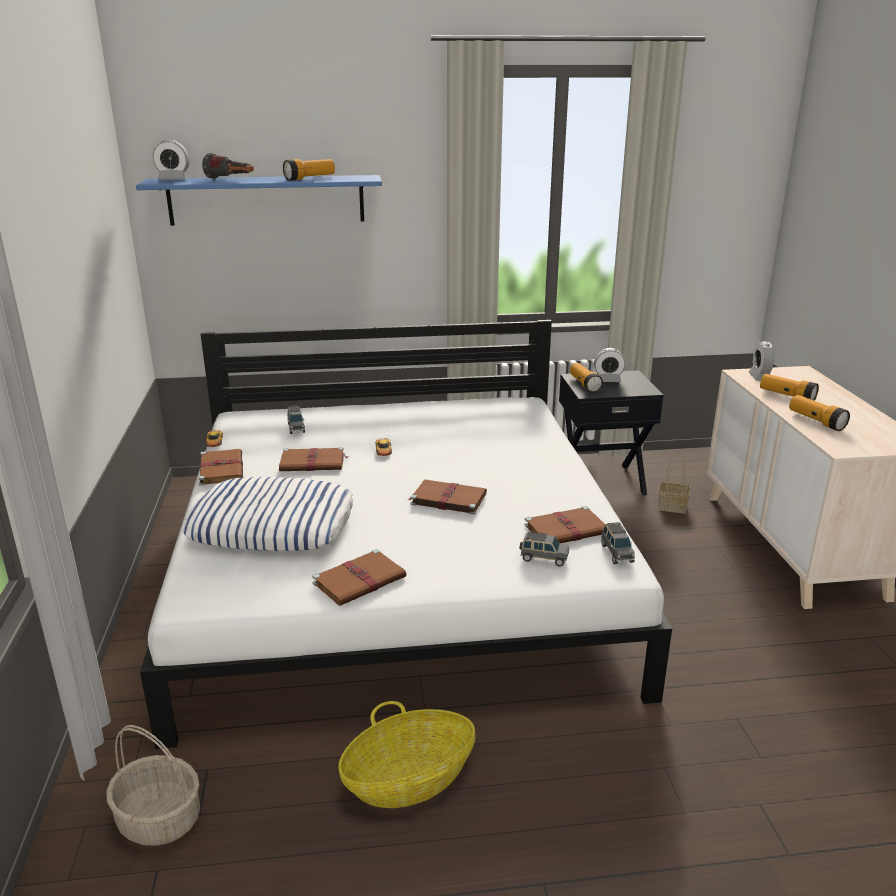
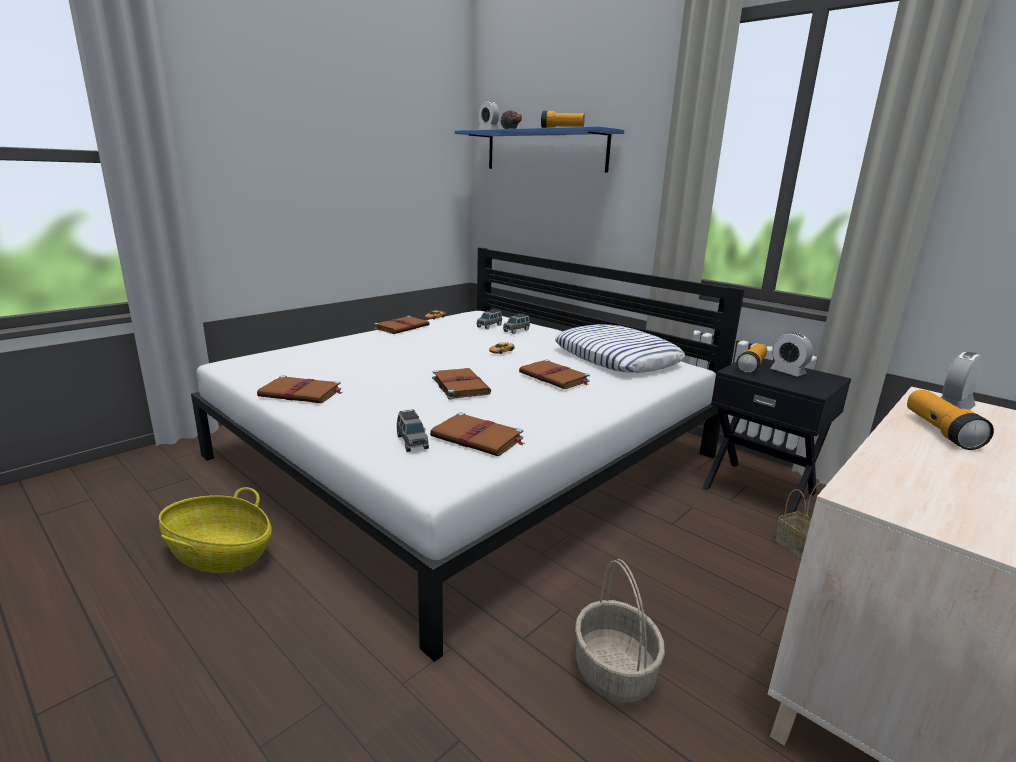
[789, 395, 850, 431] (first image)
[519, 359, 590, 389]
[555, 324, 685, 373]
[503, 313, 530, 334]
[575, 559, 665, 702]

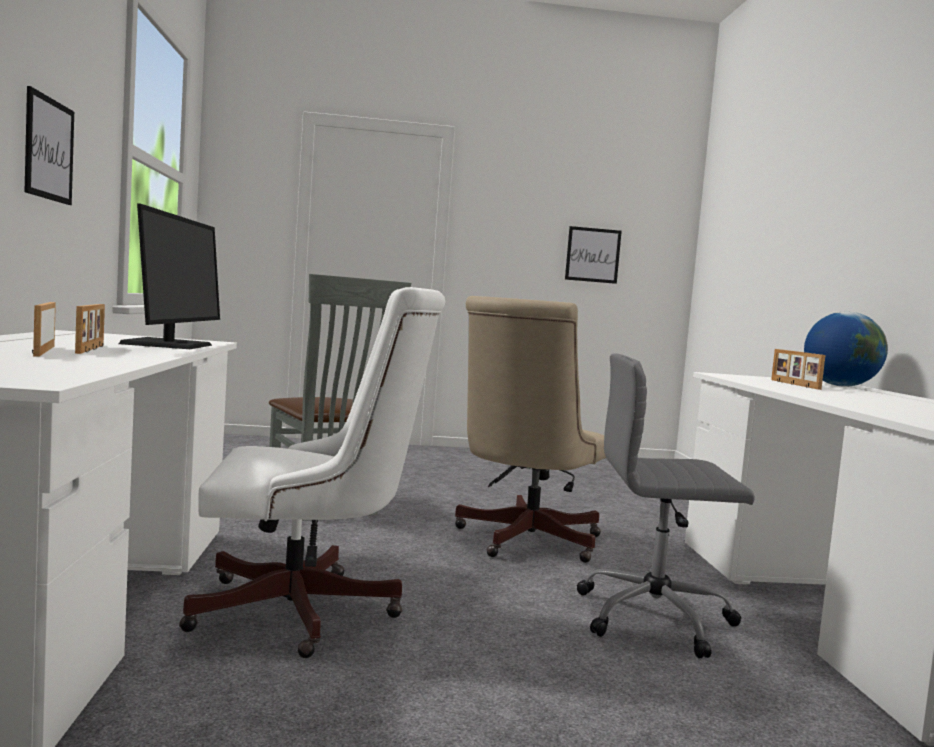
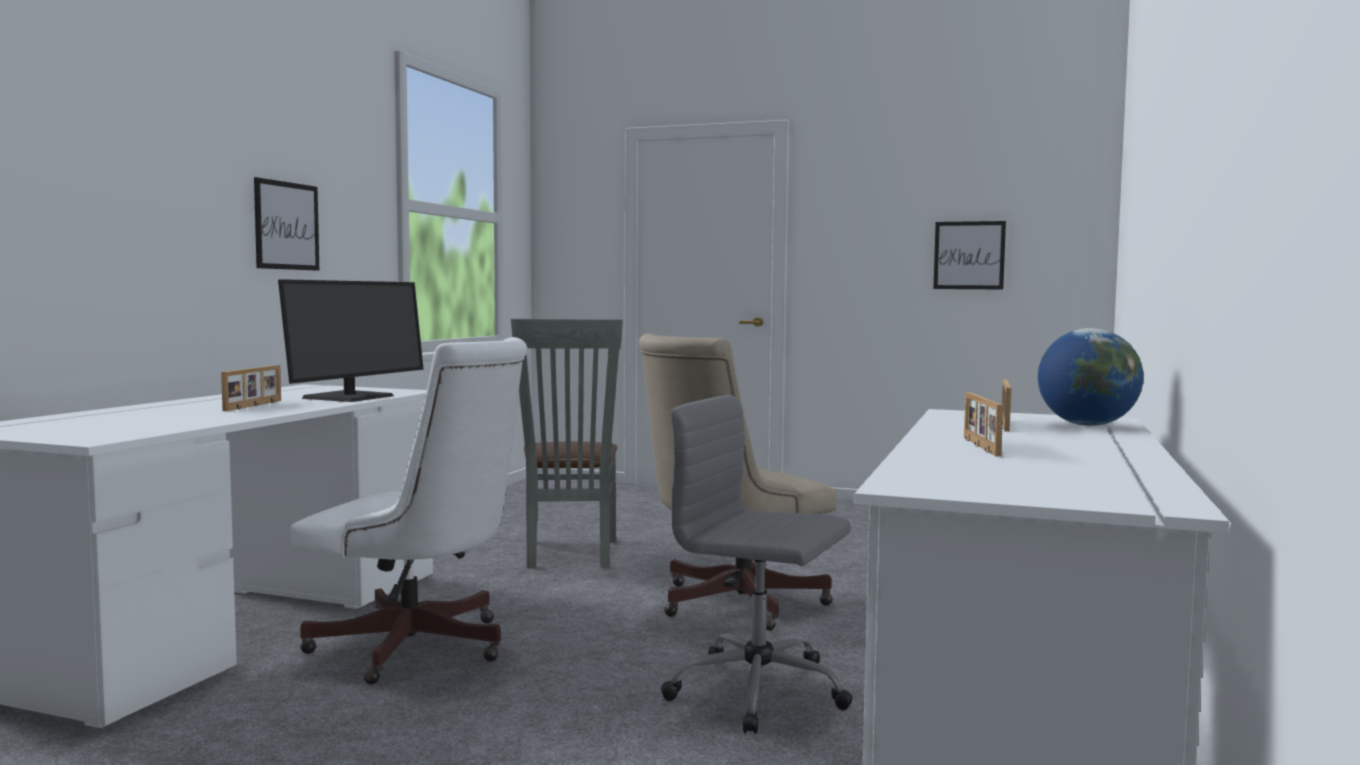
[964, 392, 1003, 457]

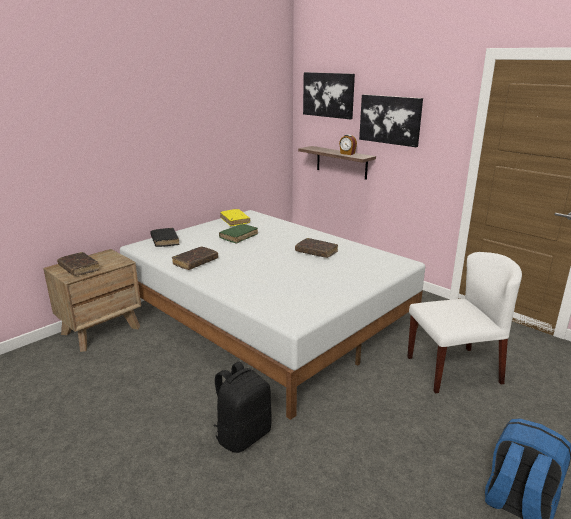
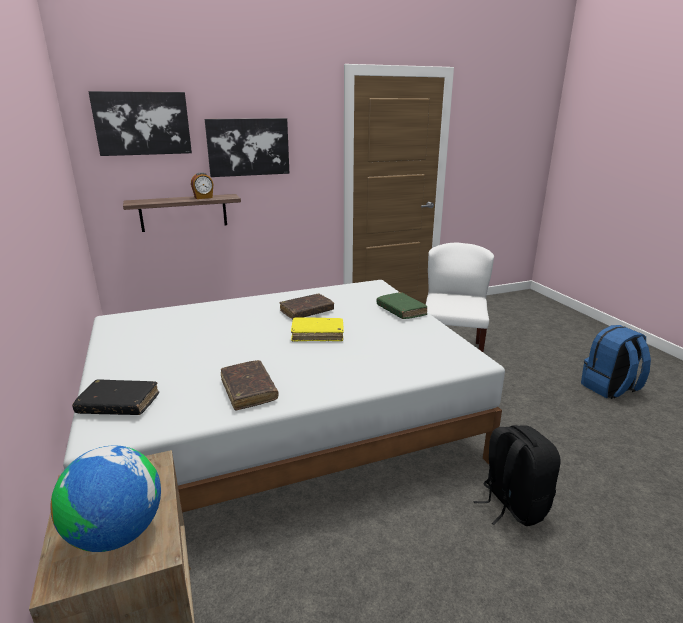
[291, 317, 344, 342]
[376, 292, 427, 319]
[50, 445, 161, 552]

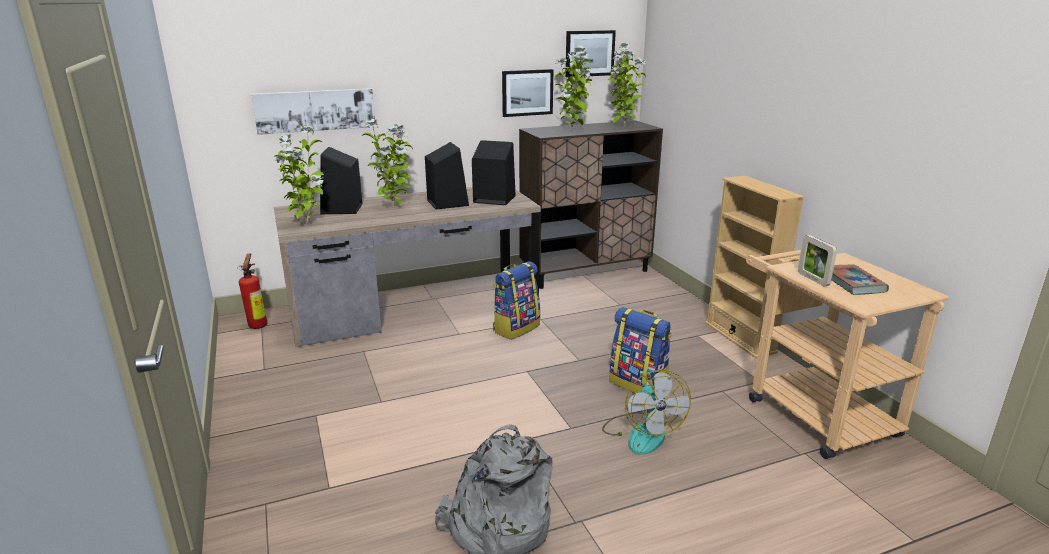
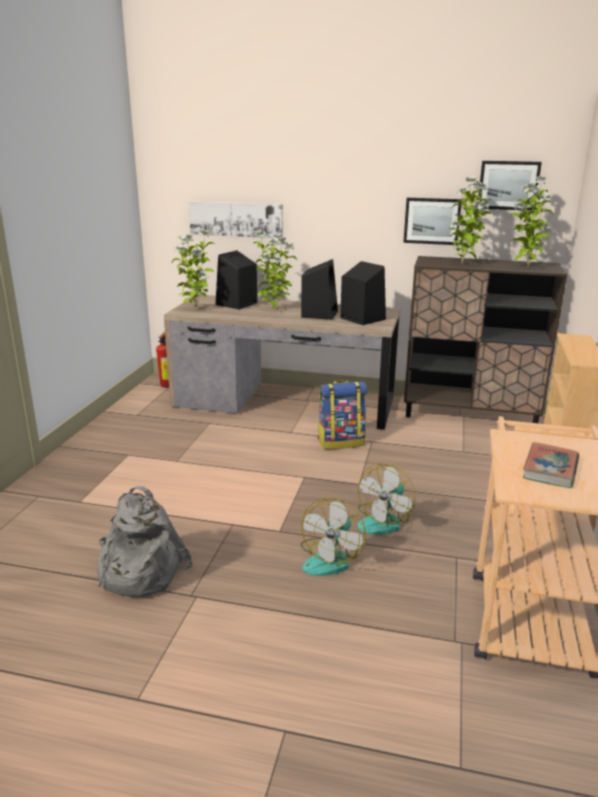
[798, 235, 837, 286] (first image)
[357, 463, 416, 534]

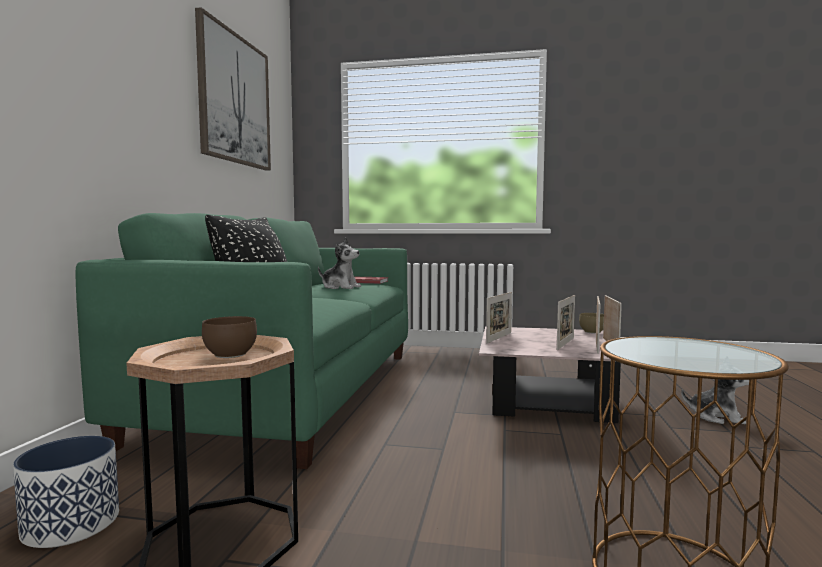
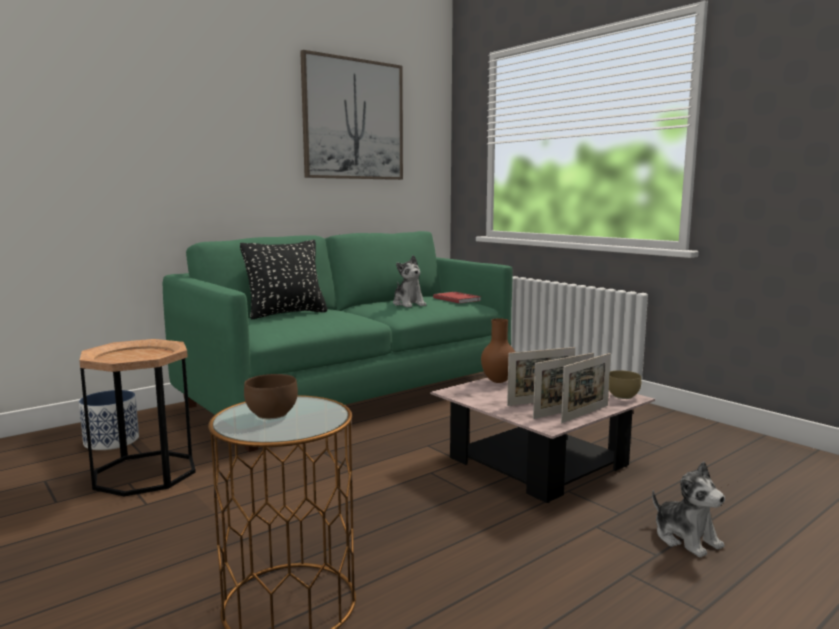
[481, 318, 515, 383]
[244, 374, 298, 419]

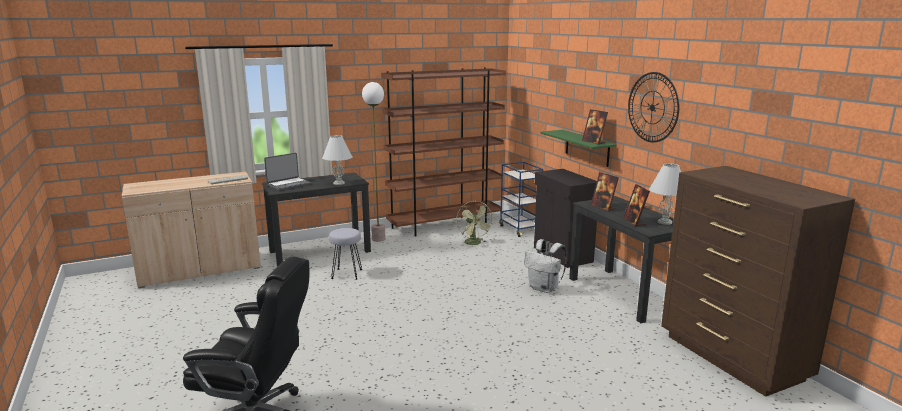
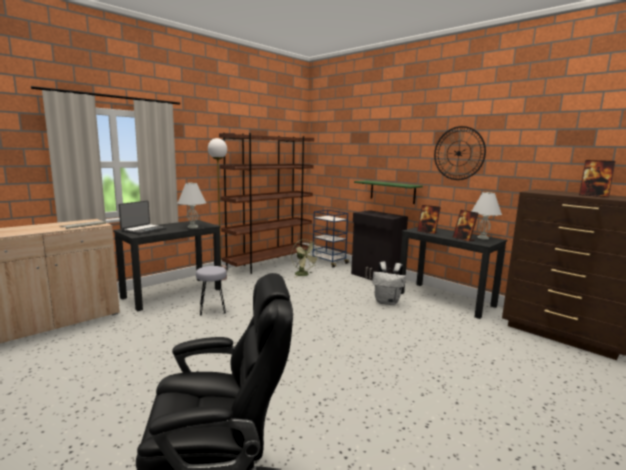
[579, 160, 616, 197]

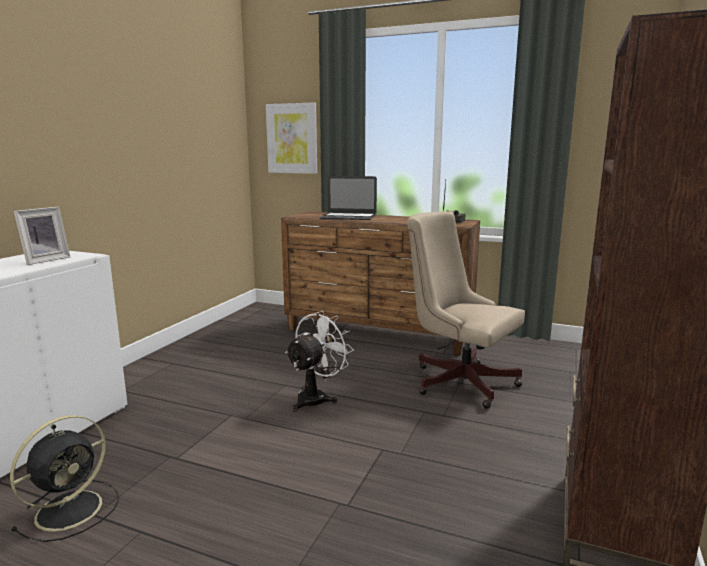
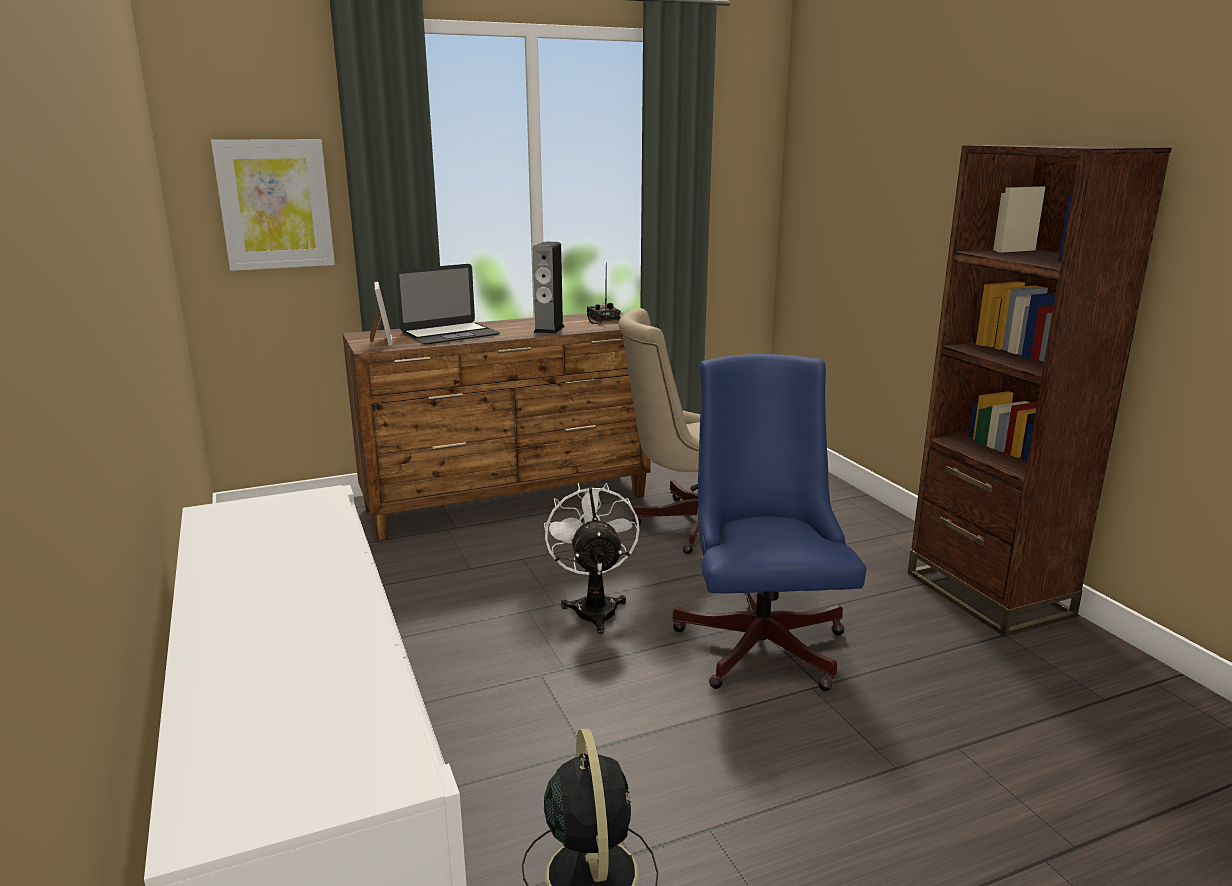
[370, 282, 393, 346]
[533, 241, 565, 334]
[673, 354, 866, 691]

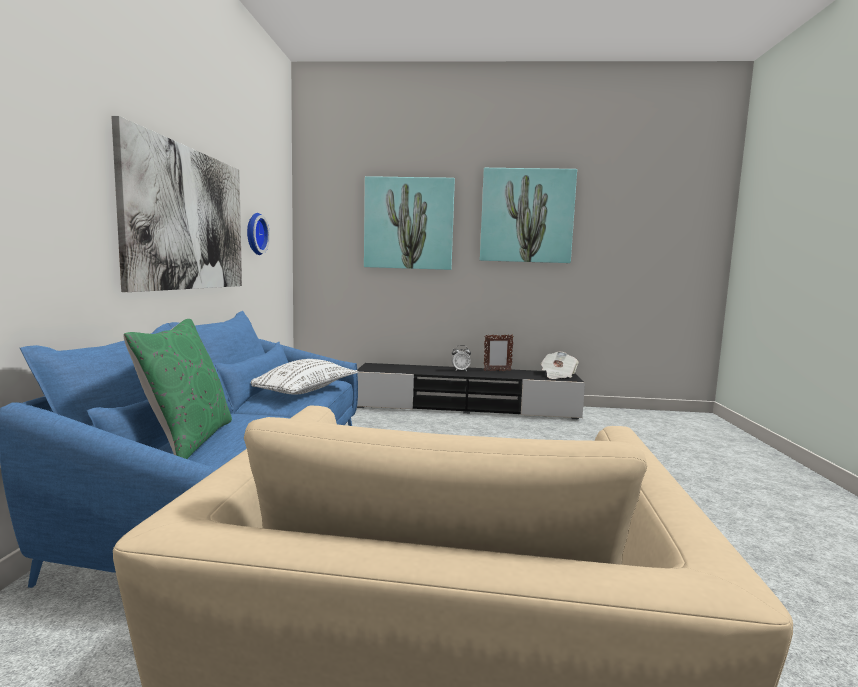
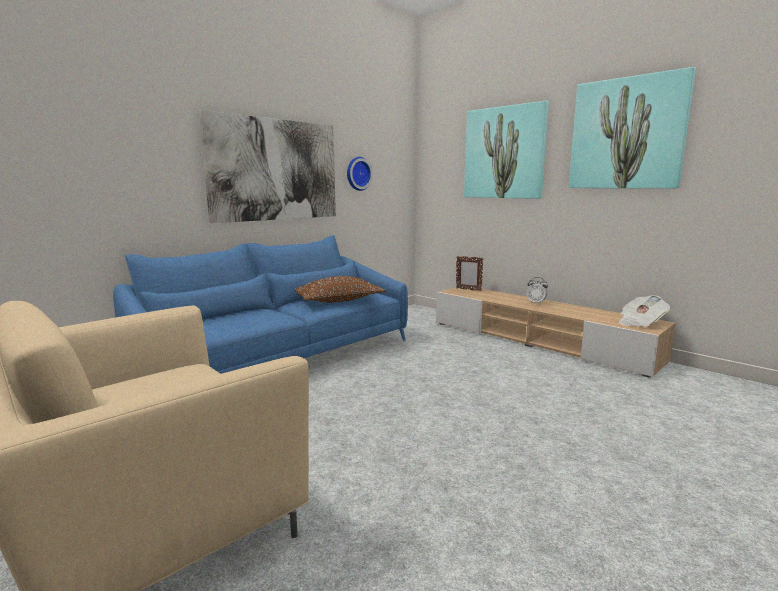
[123, 319, 232, 459] (first image)
[456, 256, 483, 291]
[295, 276, 386, 303]
[436, 286, 676, 378]

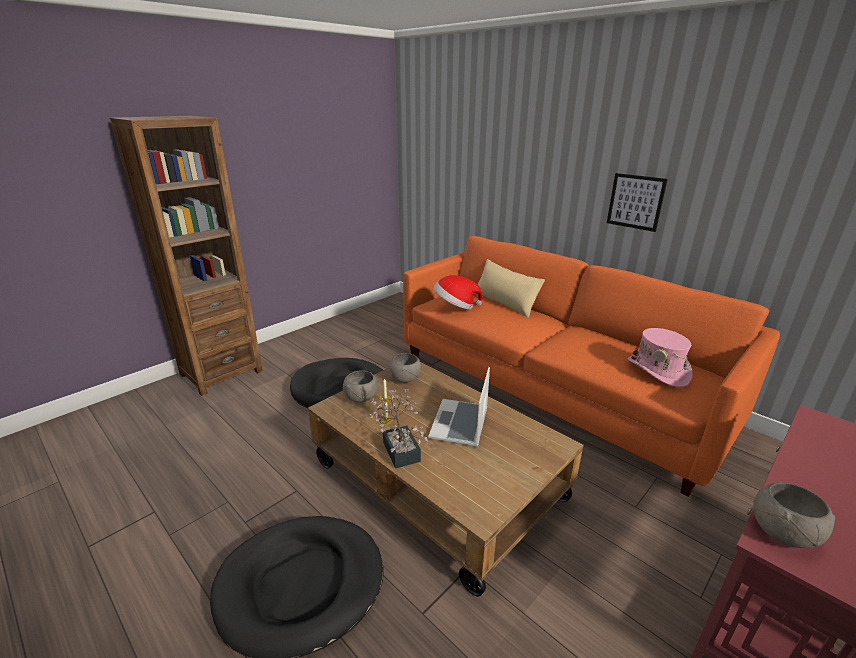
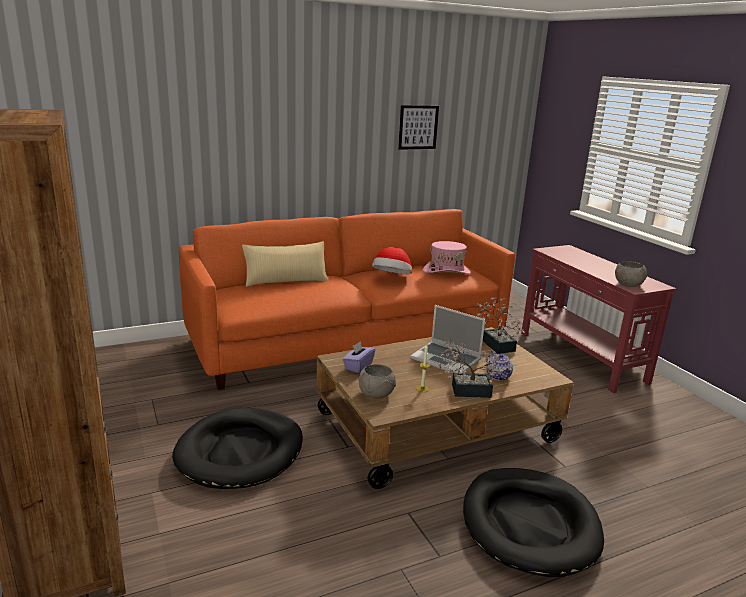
[398, 105, 439, 150]
[372, 247, 412, 274]
[343, 341, 375, 373]
[476, 297, 525, 354]
[486, 351, 513, 381]

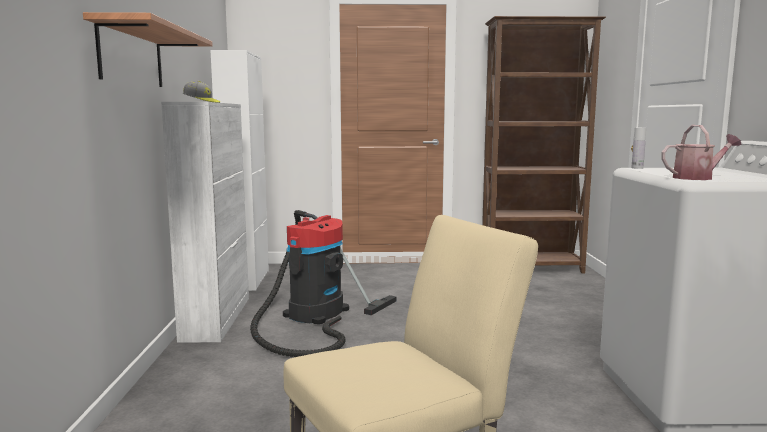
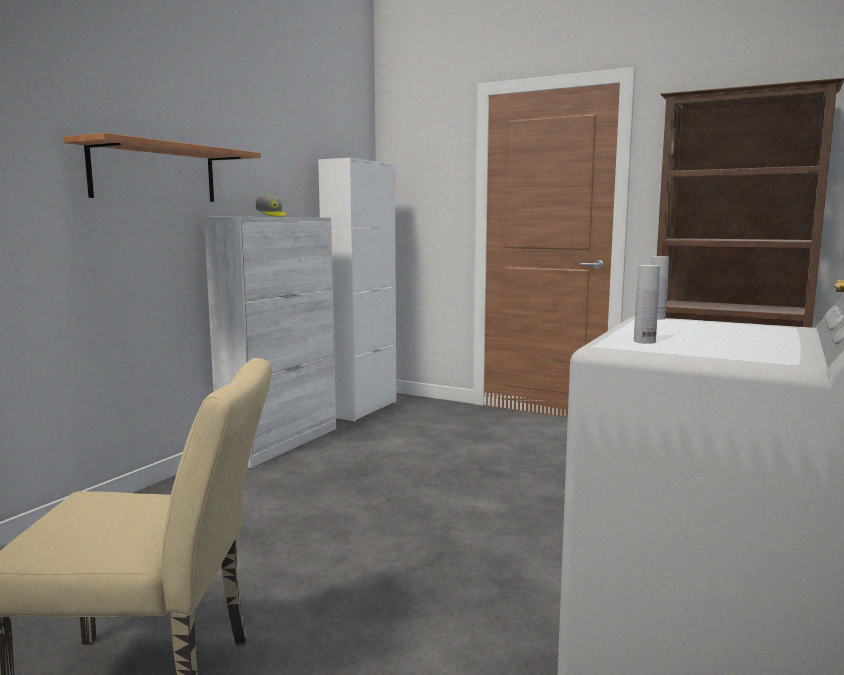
[634, 265, 660, 344]
[250, 210, 396, 357] (first image)

